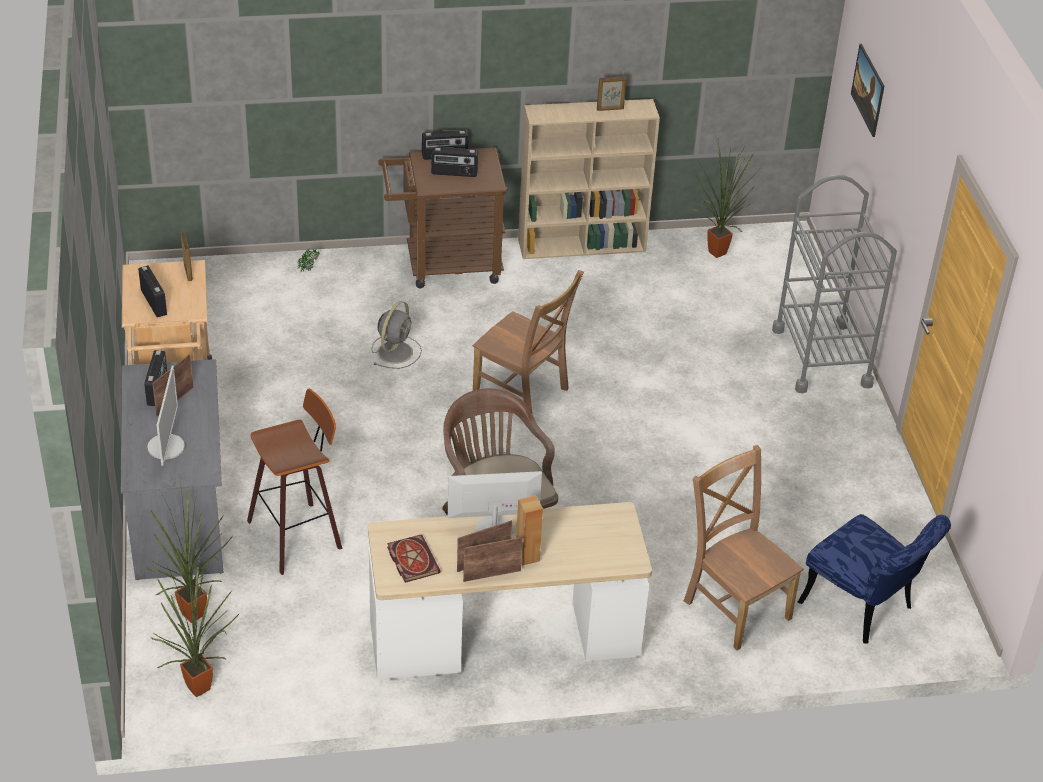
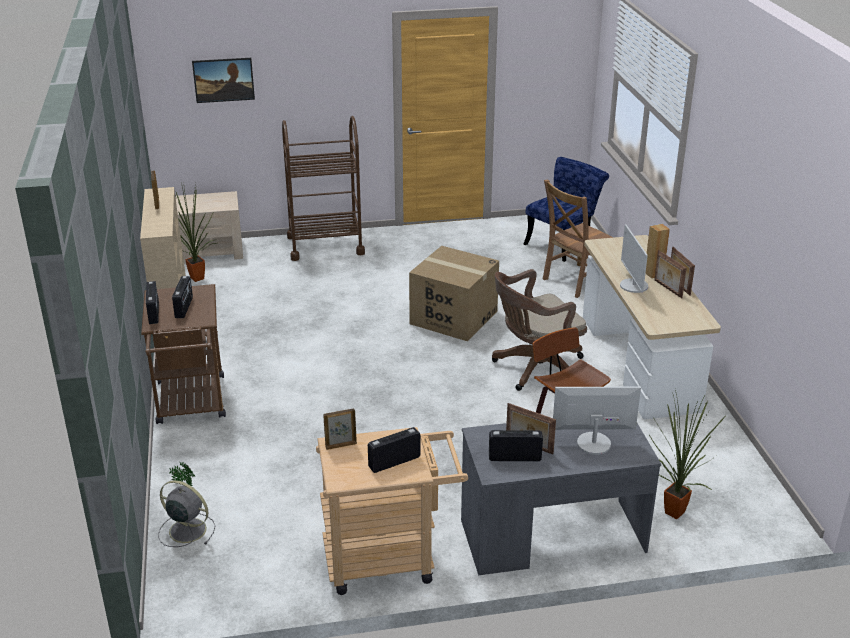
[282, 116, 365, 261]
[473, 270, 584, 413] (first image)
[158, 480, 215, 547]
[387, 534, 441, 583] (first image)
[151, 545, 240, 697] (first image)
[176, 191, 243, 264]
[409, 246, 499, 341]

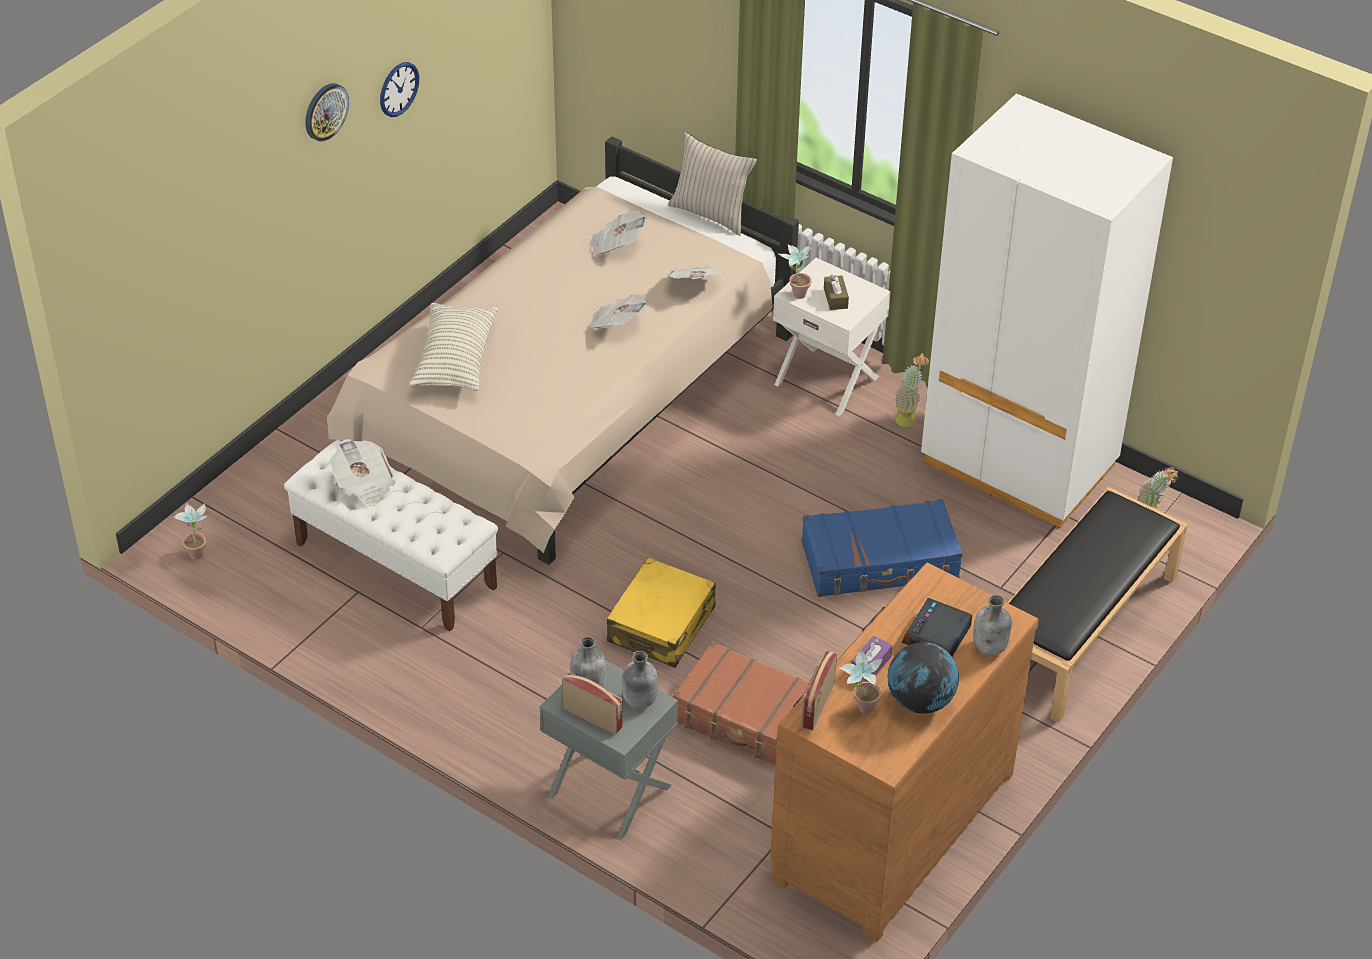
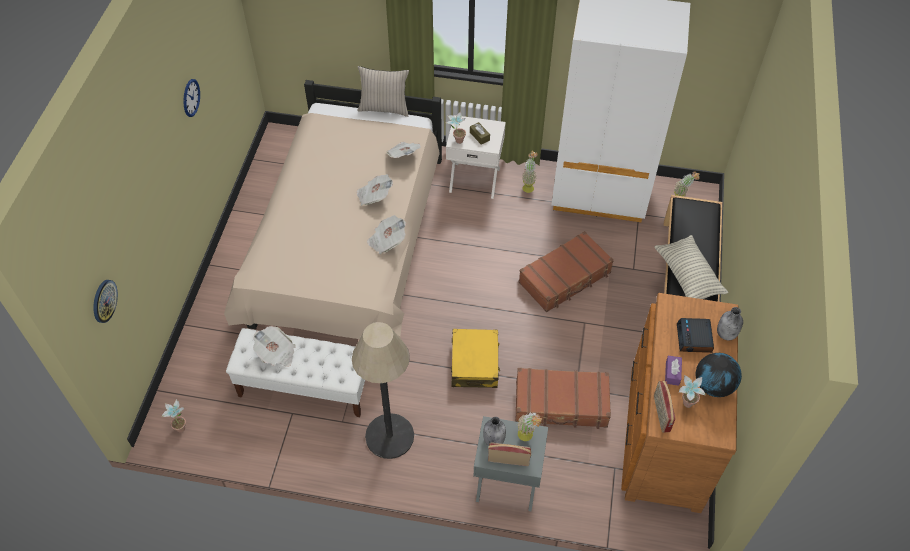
[93, 280, 118, 323]
[367, 215, 406, 255]
[654, 235, 728, 299]
[519, 231, 614, 312]
[517, 413, 542, 441]
[352, 322, 414, 459]

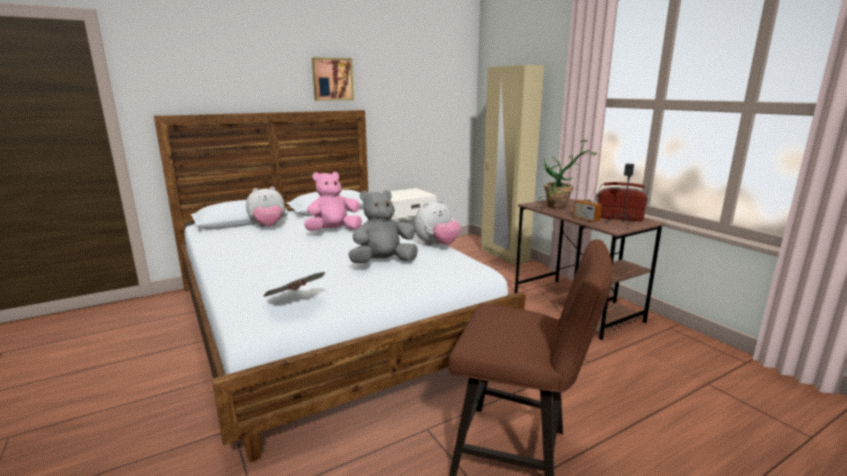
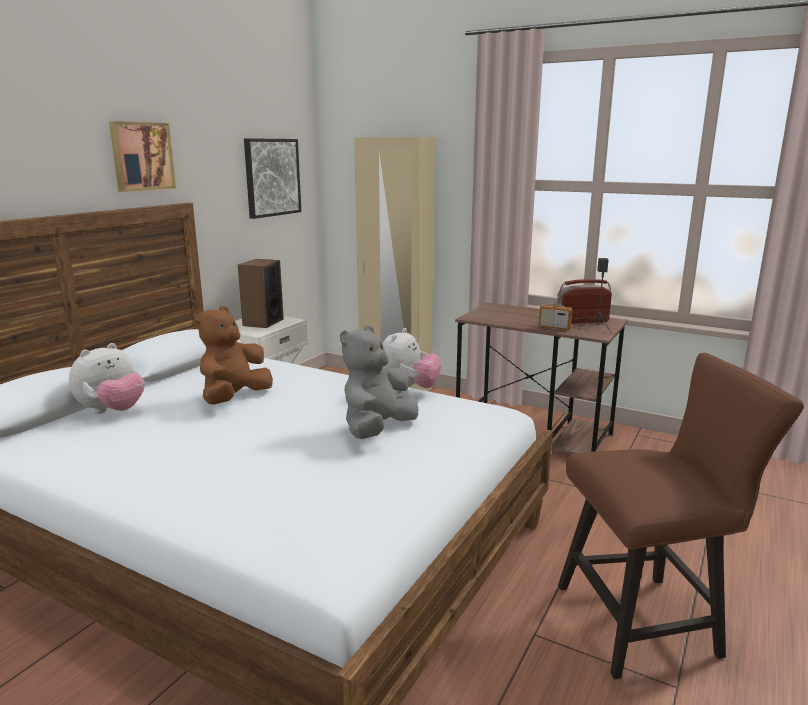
[539, 140, 597, 209] (first image)
[194, 306, 273, 405]
[263, 272, 326, 297] (first image)
[244, 138, 301, 219]
[238, 259, 284, 328]

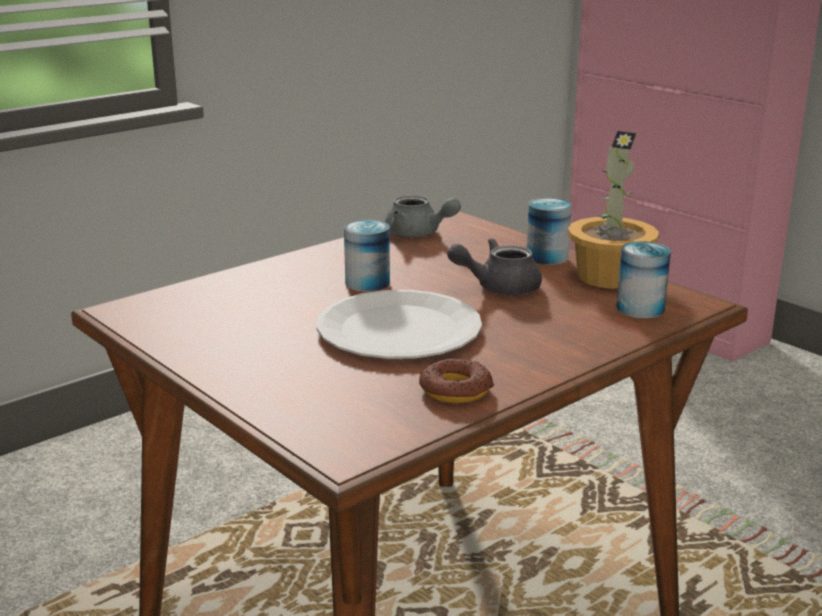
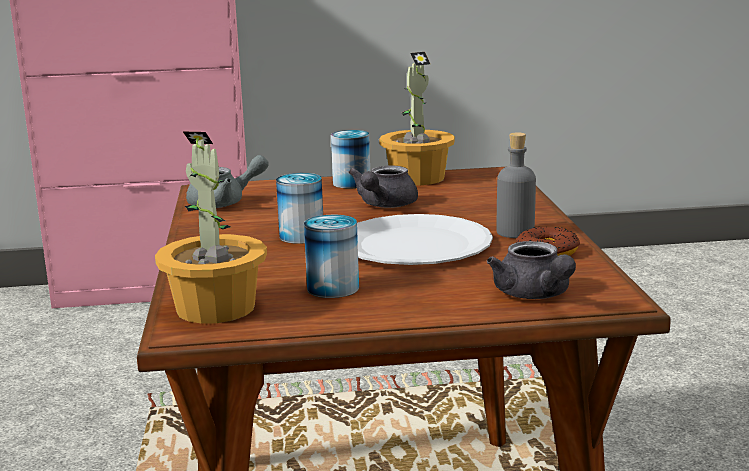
[304, 215, 359, 298]
[155, 132, 267, 324]
[497, 132, 536, 238]
[487, 241, 576, 299]

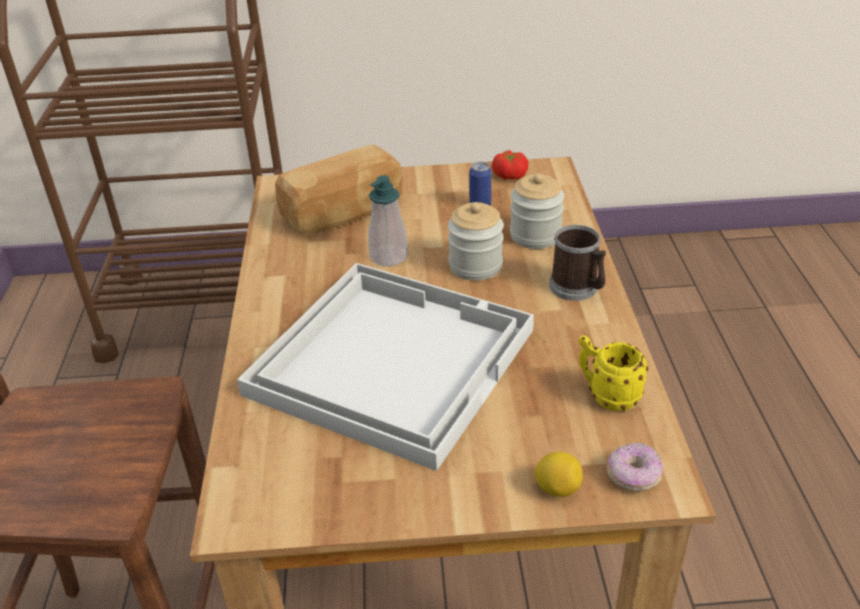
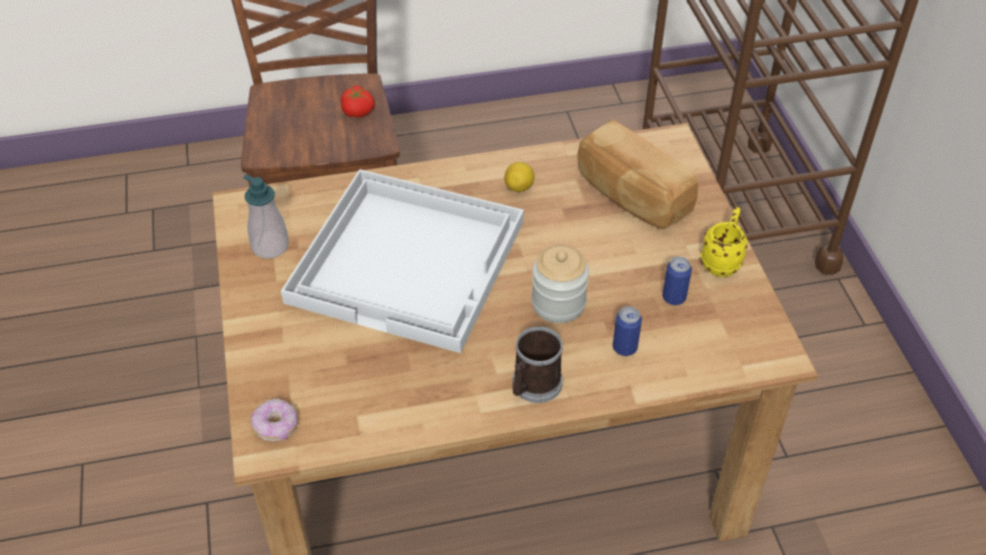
[341, 86, 375, 118]
[613, 306, 642, 356]
[243, 175, 289, 258]
[701, 207, 747, 277]
[504, 162, 535, 192]

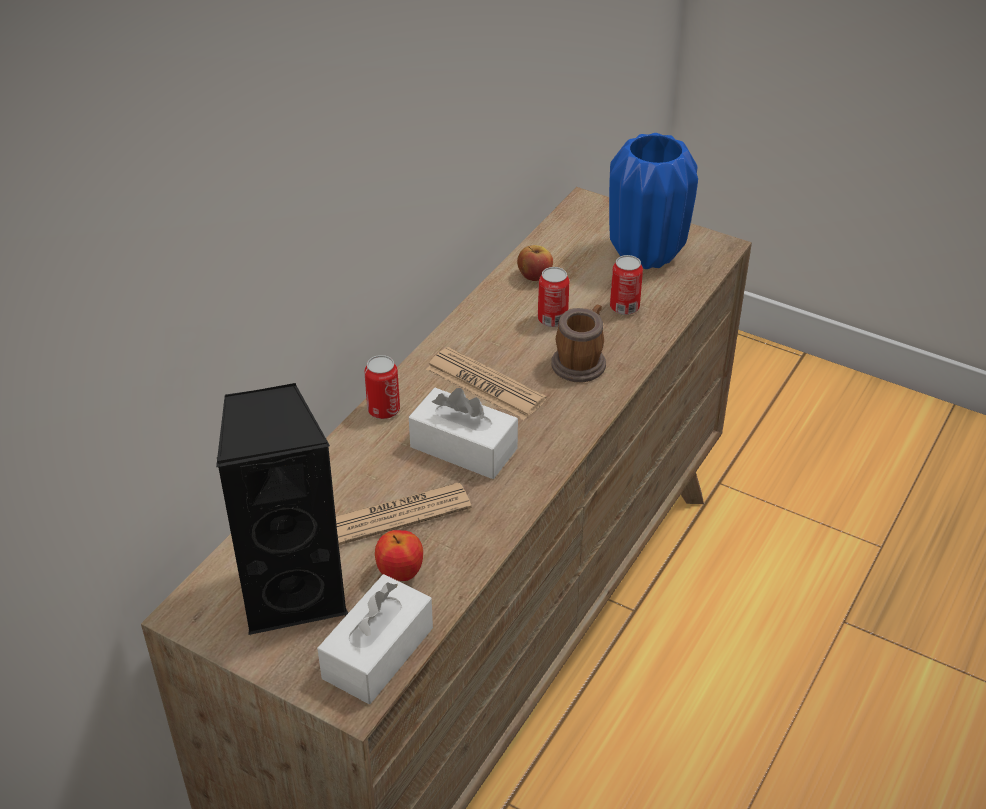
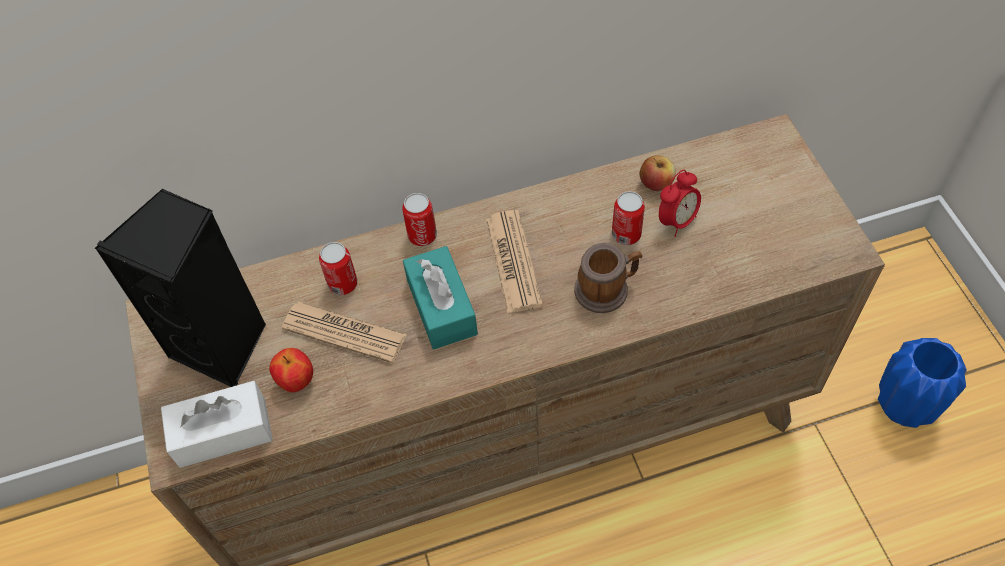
[878, 338, 967, 428]
[319, 242, 358, 295]
[403, 246, 478, 349]
[659, 170, 701, 237]

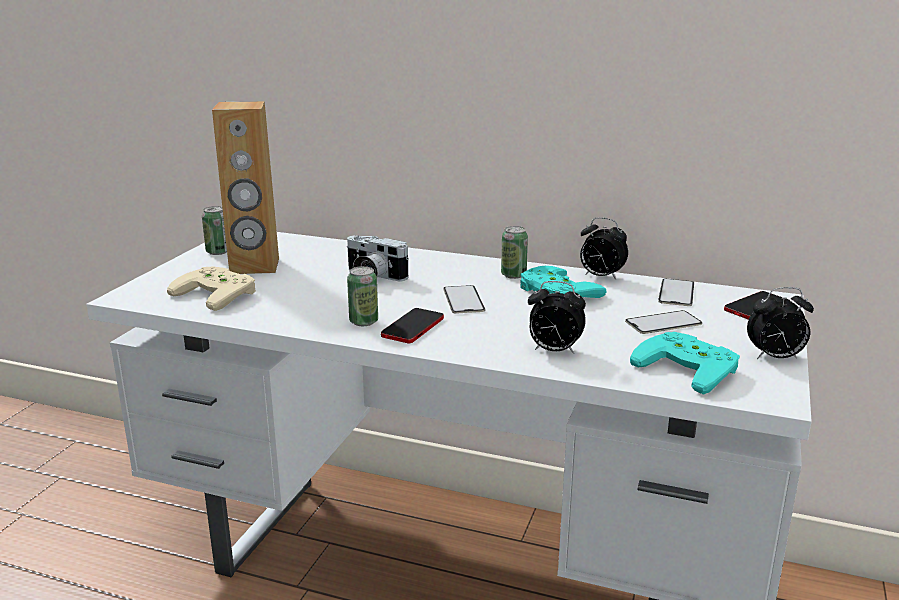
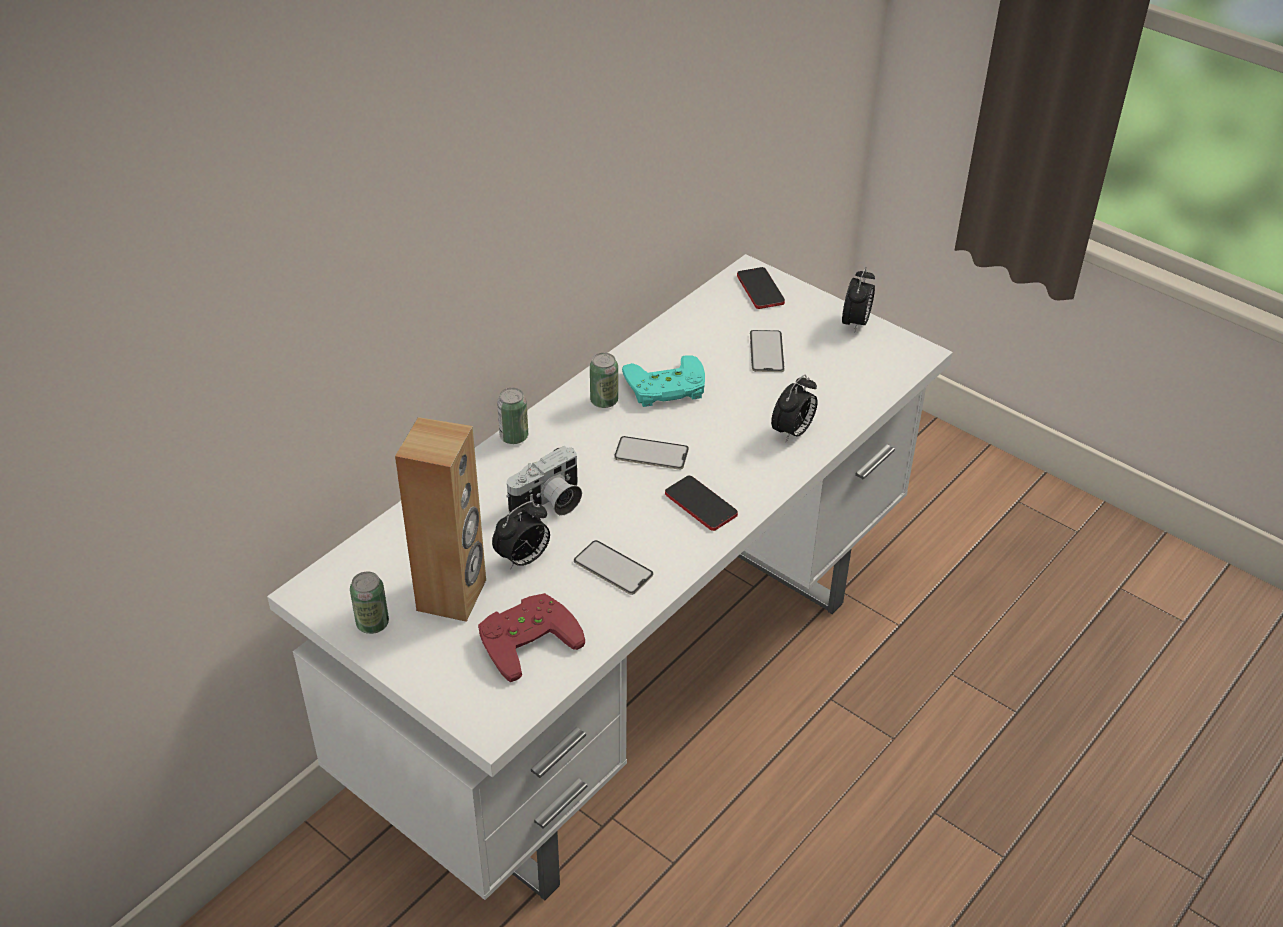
[492, 501, 550, 570]
[478, 593, 585, 682]
[497, 388, 528, 444]
[574, 540, 653, 595]
[630, 332, 740, 395] (first image)

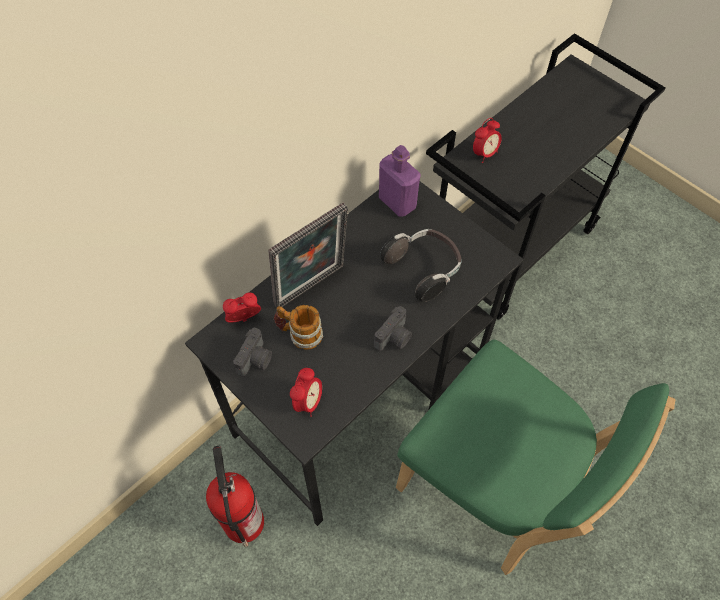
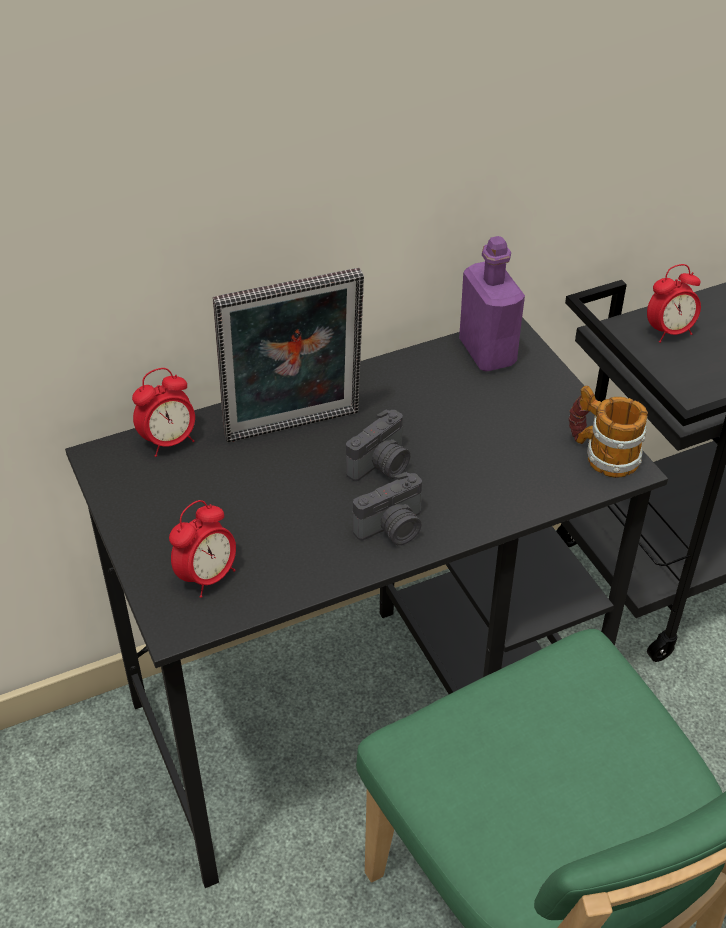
[380, 229, 462, 302] (first image)
[132, 368, 195, 457]
[569, 386, 648, 478]
[346, 409, 410, 481]
[206, 446, 264, 547] (first image)

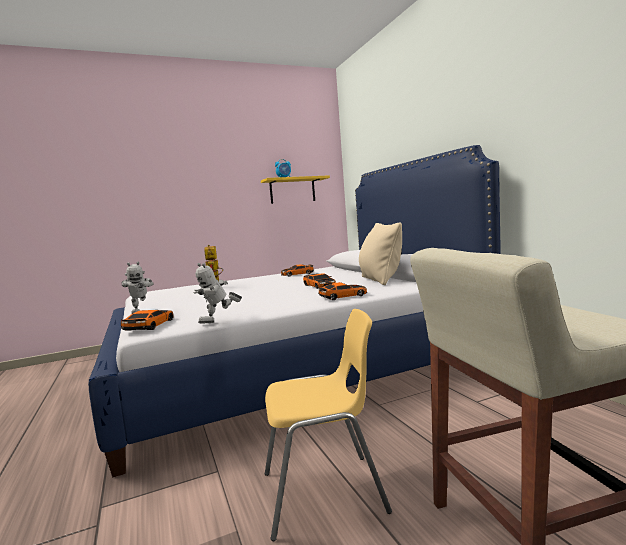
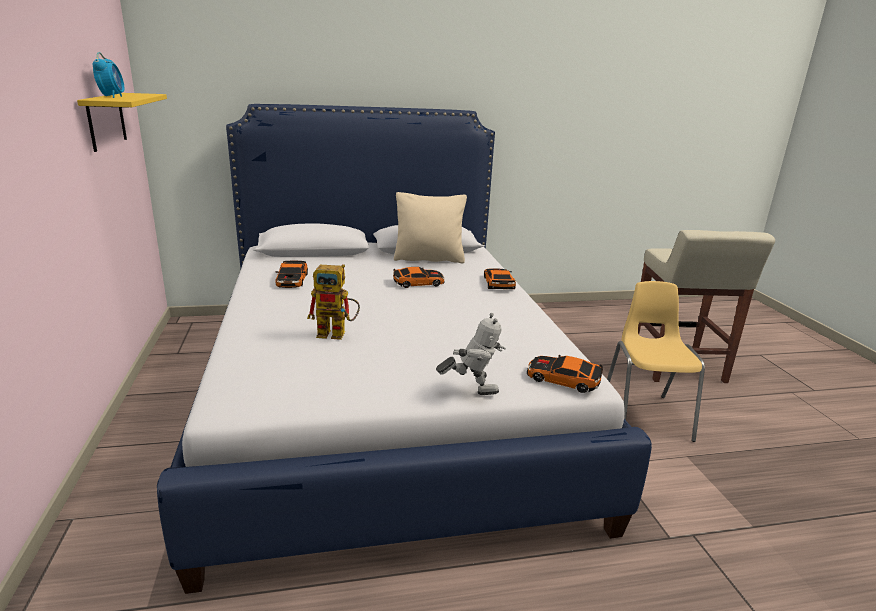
[193, 263, 242, 324] (first image)

